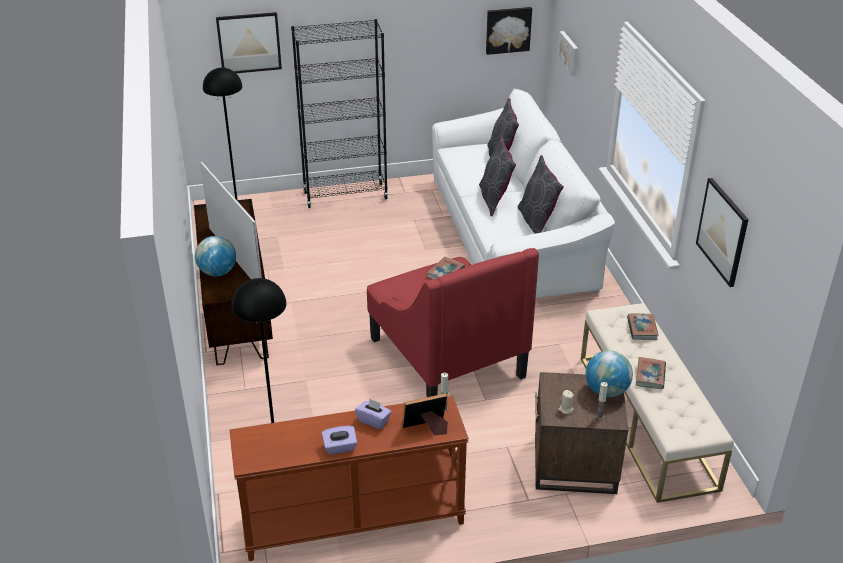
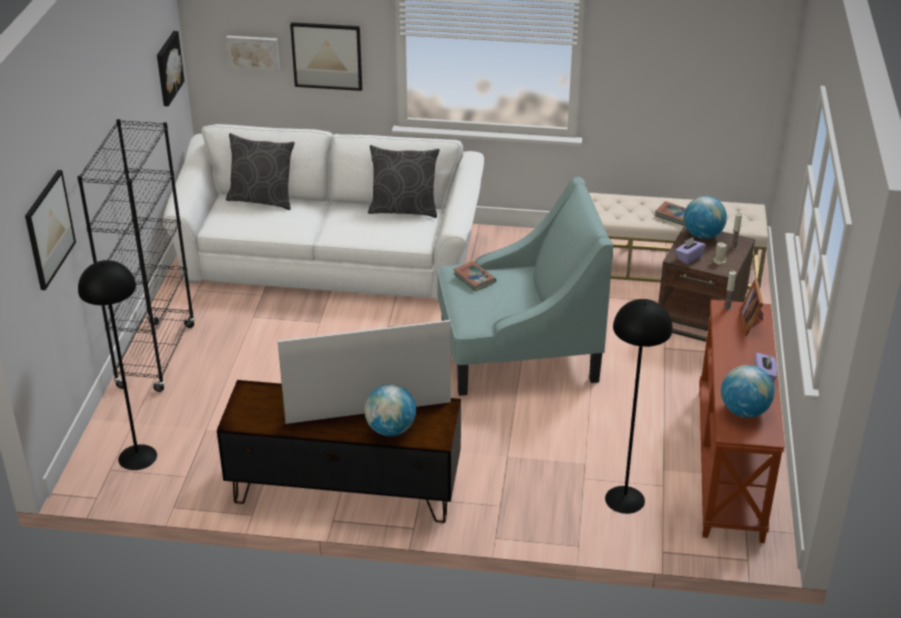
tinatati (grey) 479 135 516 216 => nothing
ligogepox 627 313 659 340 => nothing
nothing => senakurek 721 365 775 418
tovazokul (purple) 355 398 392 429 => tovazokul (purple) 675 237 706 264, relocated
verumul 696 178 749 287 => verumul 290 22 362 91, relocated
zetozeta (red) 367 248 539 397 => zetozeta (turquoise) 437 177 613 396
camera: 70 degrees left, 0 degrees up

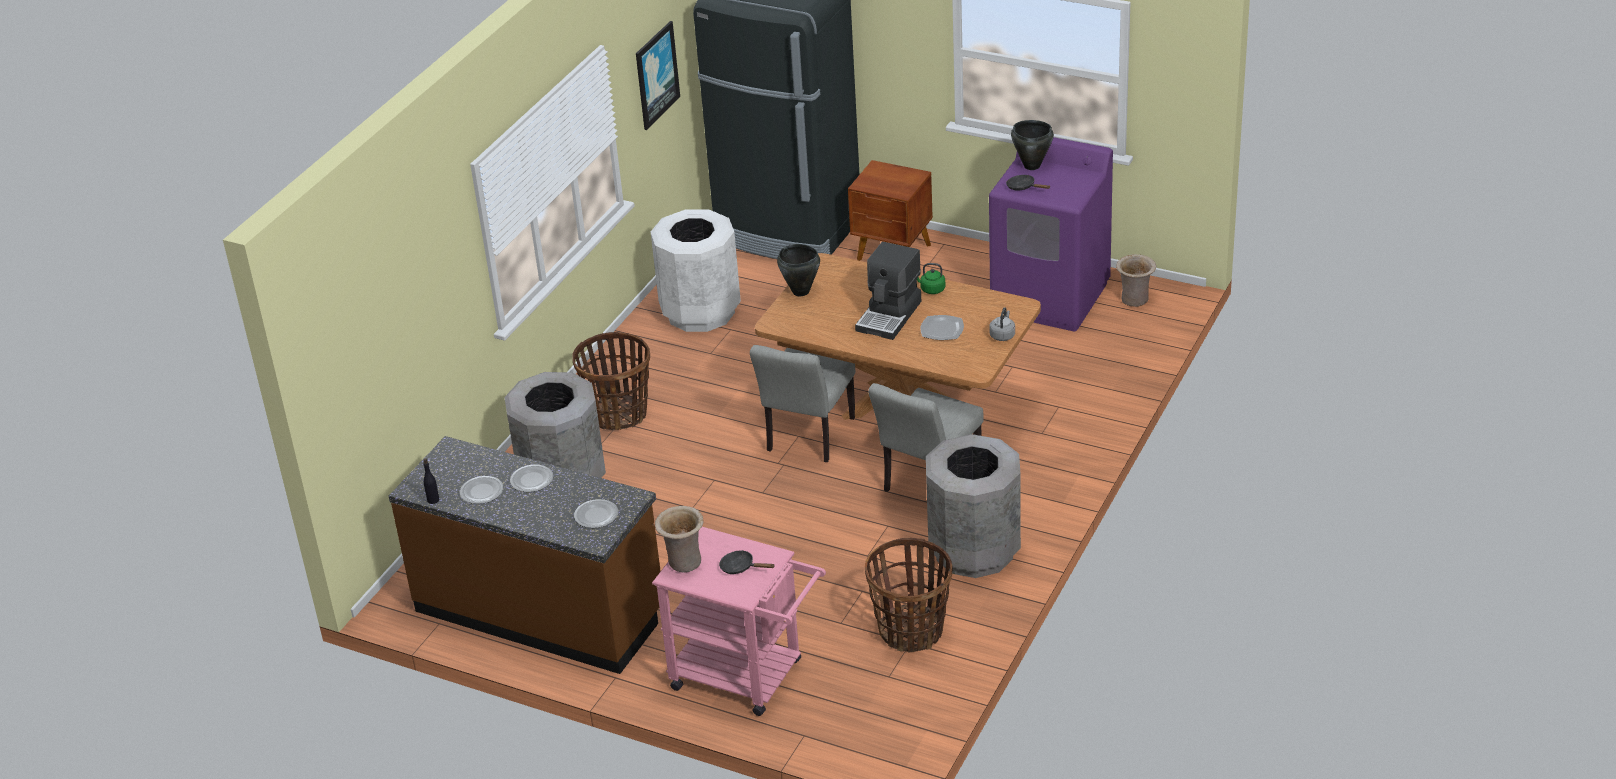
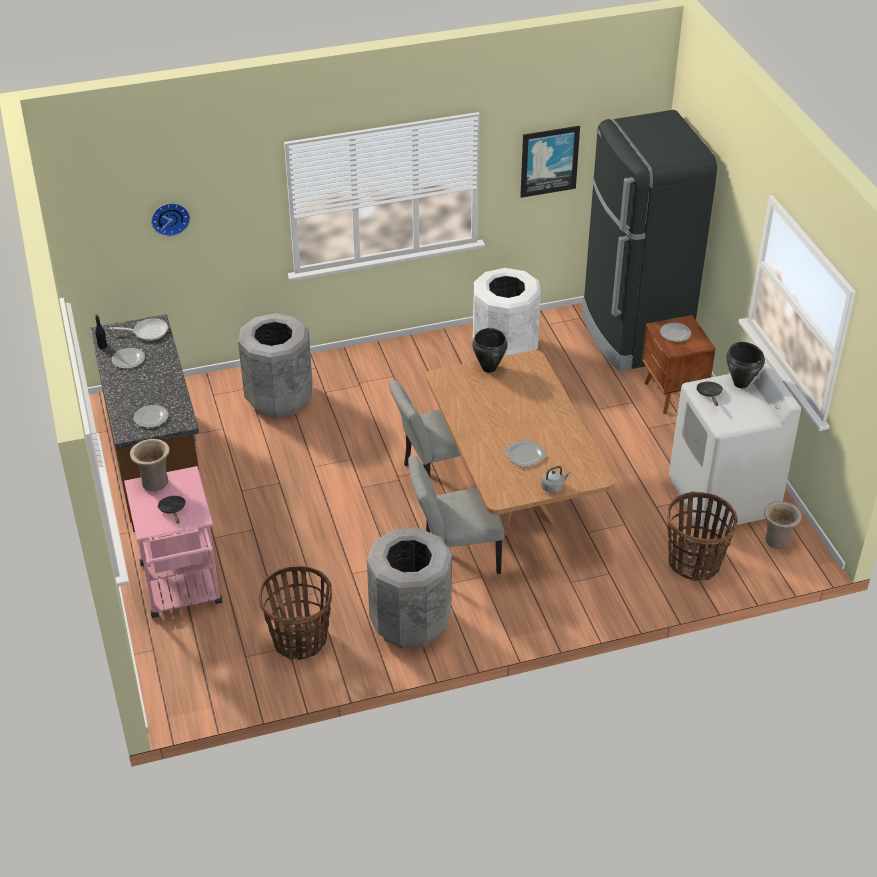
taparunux 855 242 921 340 => nothing
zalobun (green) 917 263 945 294 => nothing
nothing => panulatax 110 318 168 341
nothing => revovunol 151 203 190 237
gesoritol 510 464 553 492 => gesoritol 660 323 691 342, relocated
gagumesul 572 332 650 430 => gagumesul 667 491 738 582, relocated
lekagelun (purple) 989 137 1113 331 => lekagelun (white) 669 359 801 532
camera: 45 degrees right, 5 degrees up

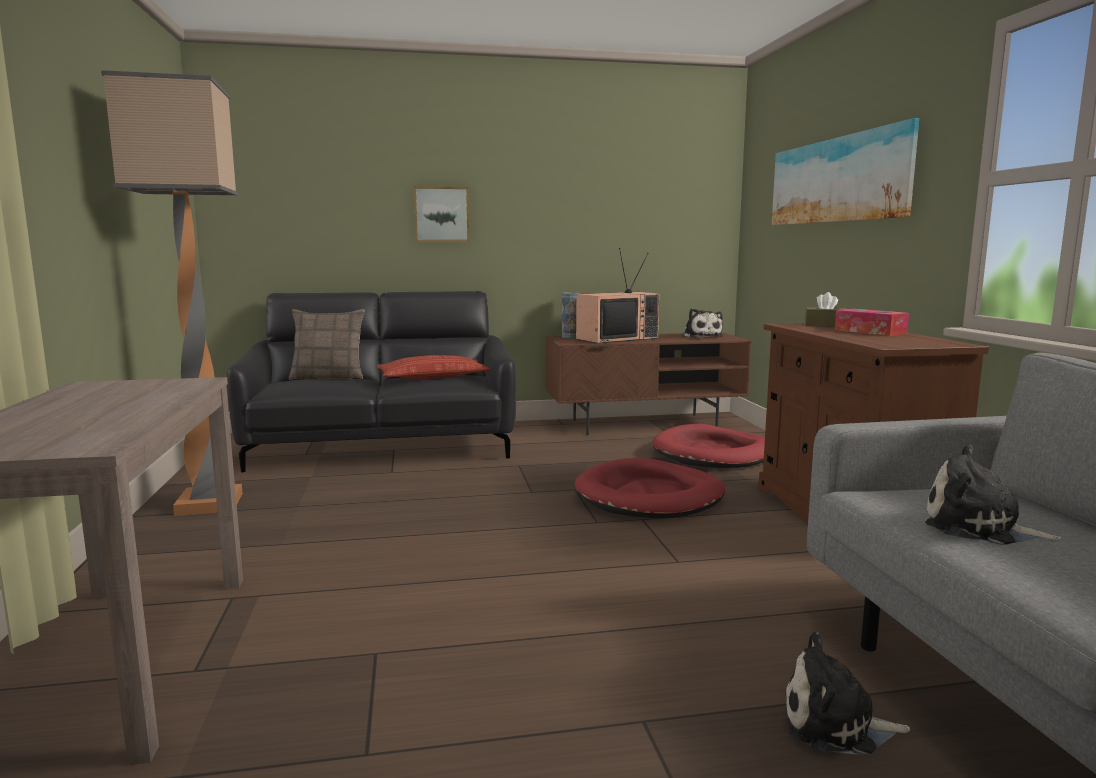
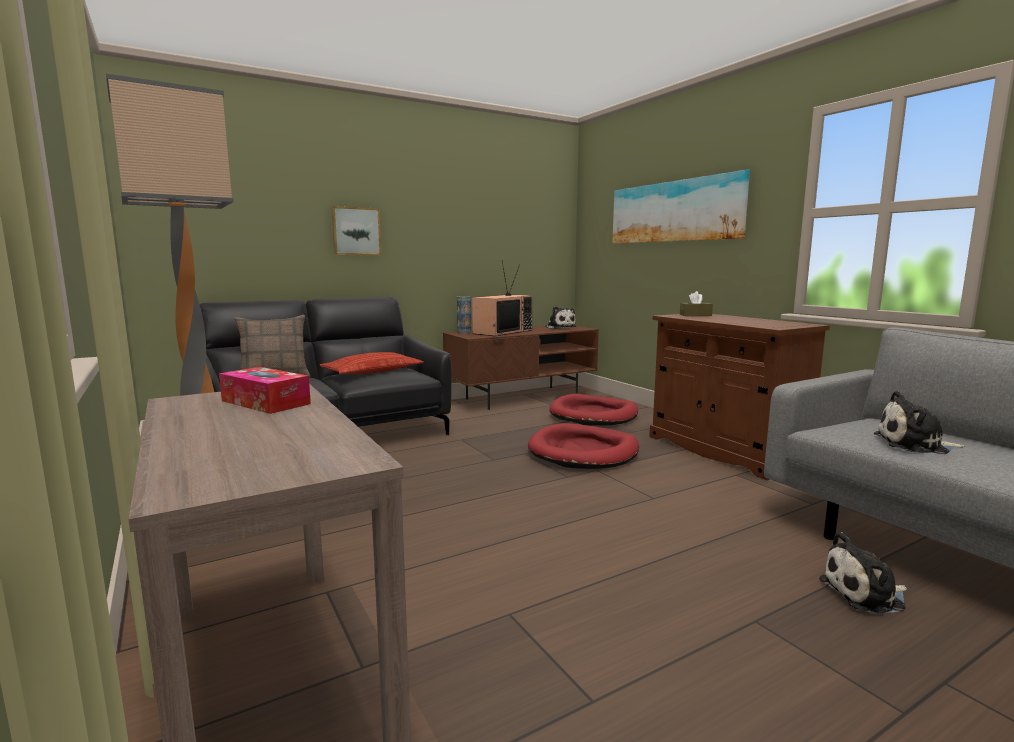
tovazokul 835 309 909 336 => tovazokul 219 367 311 414, relocated
camera: 20 degrees left, 0 degrees up

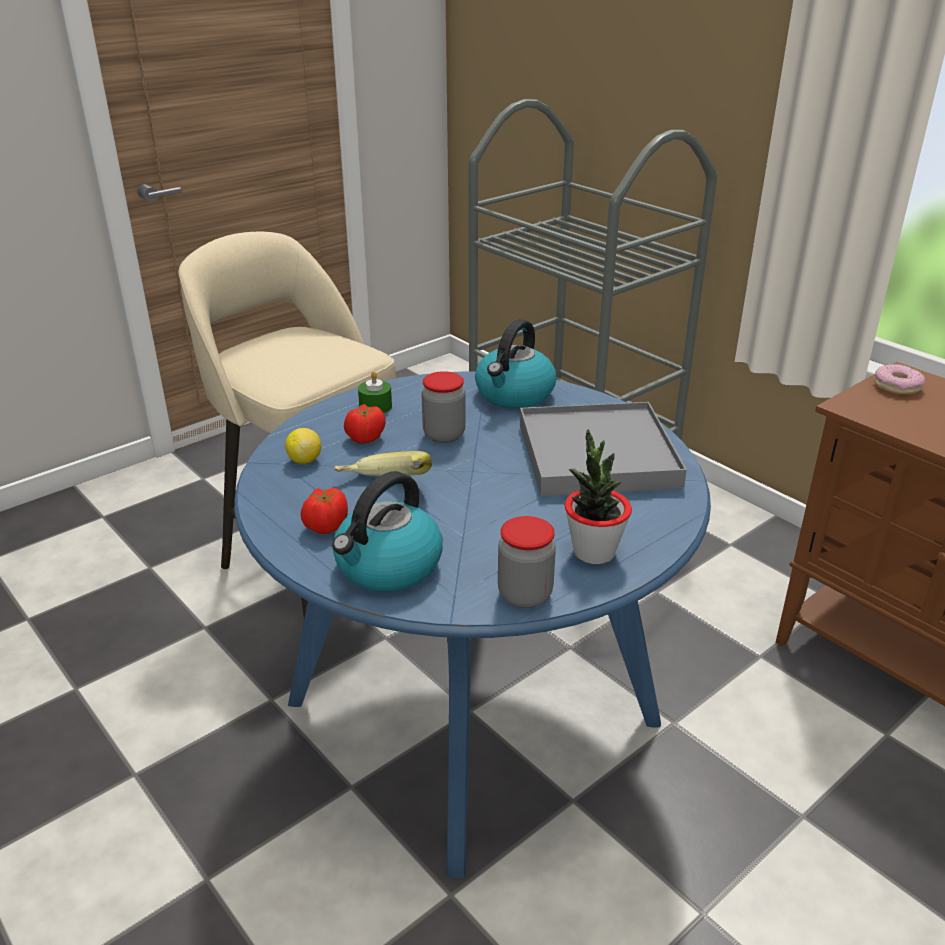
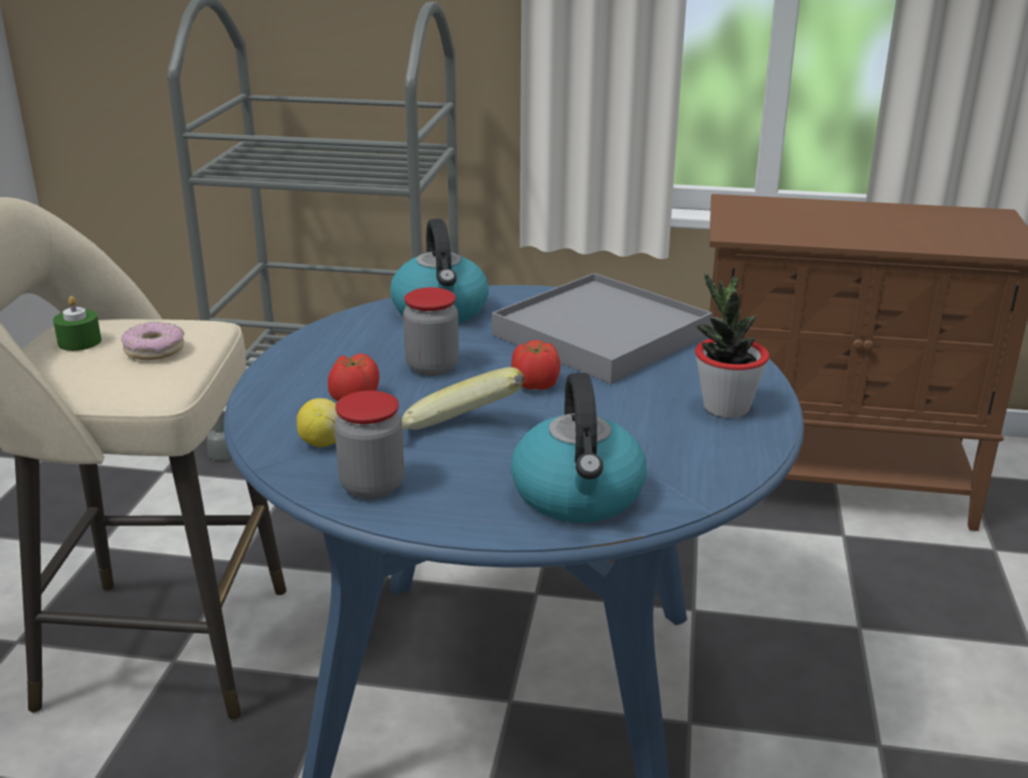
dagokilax 301 488 348 534 => dagokilax 511 340 561 390, relocated
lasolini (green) 358 371 392 413 => lasolini (green) 53 296 101 351, relocated
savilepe 498 516 556 608 => savilepe 335 390 404 499, relocated
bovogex 874 364 925 395 => bovogex 121 322 184 360, relocated
camera: 40 degrees left, 5 degrees down

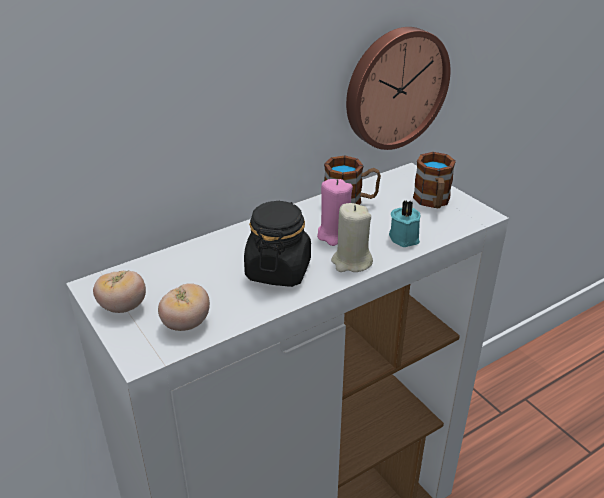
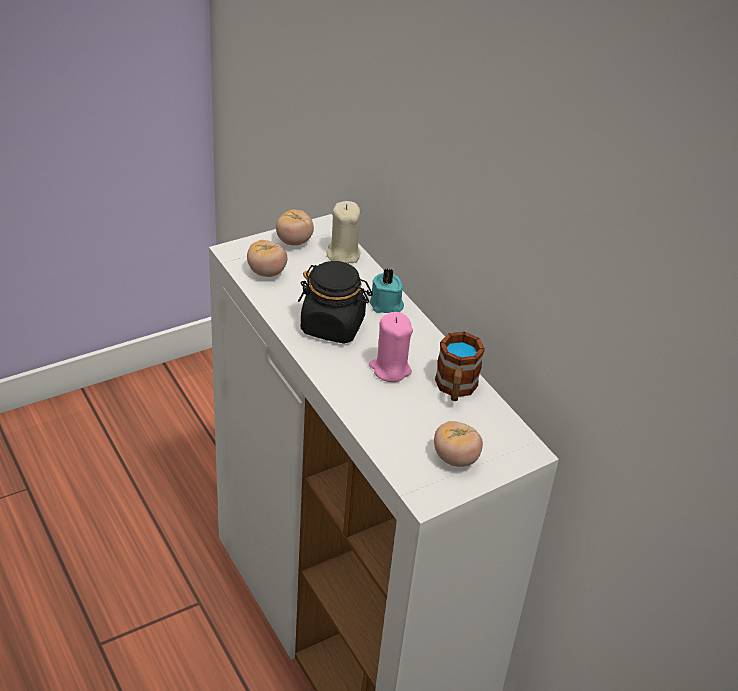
revovunol 346 27 450 150 => nothing
lasolini (beige) 331 203 373 272 => lasolini (beige) 326 201 360 263, relocated
lasolini (turquoise) 389 200 421 247 => lasolini (turquoise) 370 268 404 313, relocated
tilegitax 413 152 456 208 => dagokilax 434 421 483 467
camera: 90 degrees right, 5 degrees up

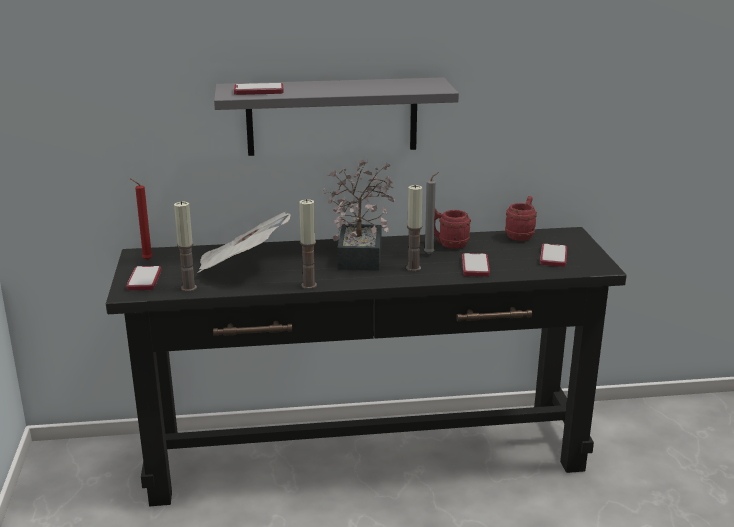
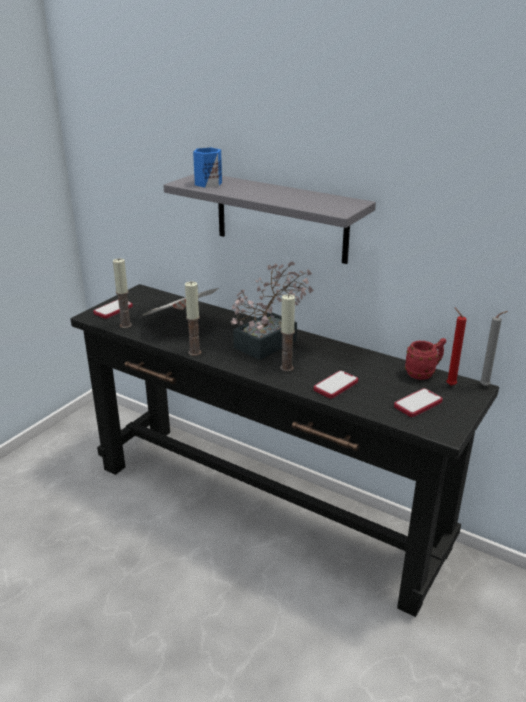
tilegitax (red) 434 208 471 249 => nothing
lasolini (red) 130 178 153 260 => lasolini (red) 446 308 467 386, relocated
lasolini (grey) 424 172 439 254 => lasolini (grey) 480 311 508 386, relocated
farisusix 234 83 284 95 => tilegitax (blue) 193 148 222 188
camera: 40 degrees right, 5 degrees up

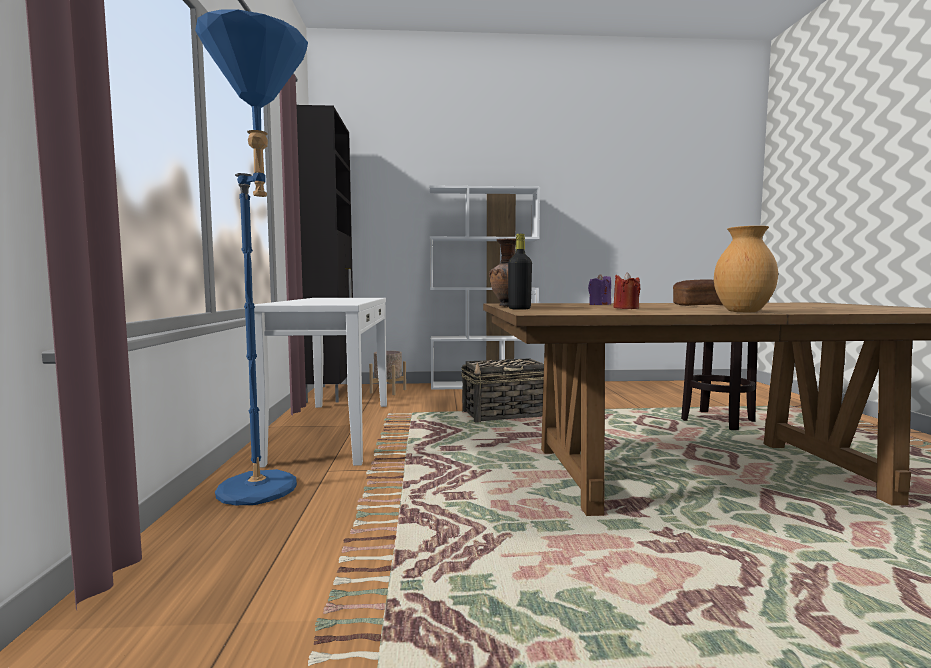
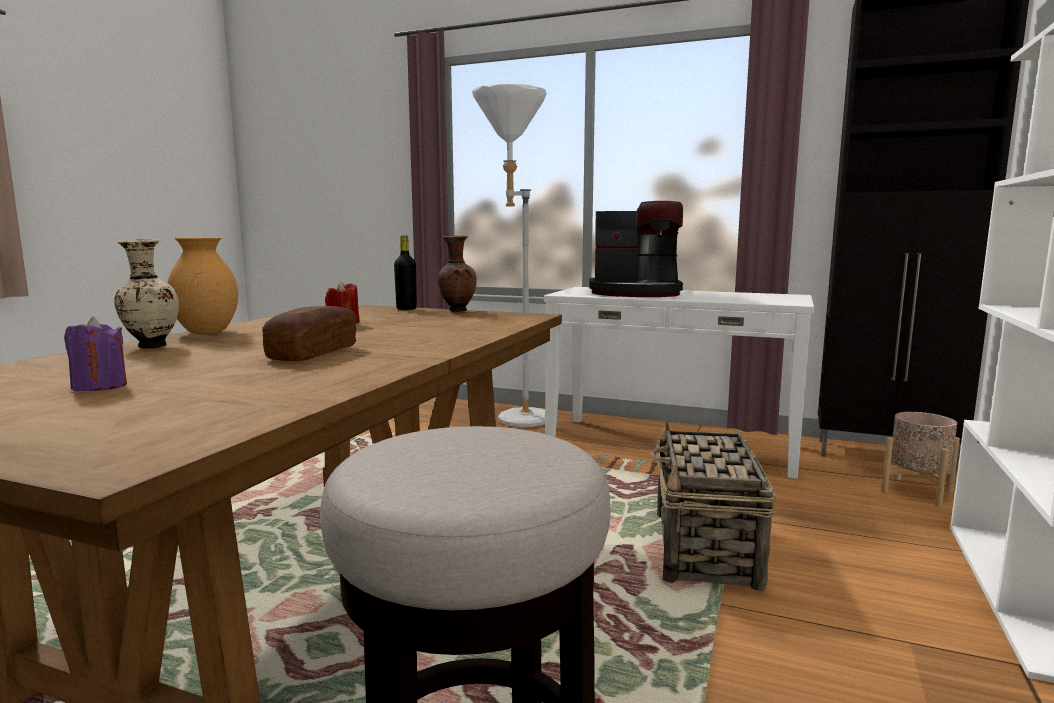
nothing => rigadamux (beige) 114 239 179 349
nothing => taparunux 589 201 683 297
lasolini (purple) 588 274 611 305 => lasolini (purple) 64 317 127 391, relocated
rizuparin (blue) 195 10 308 505 => rizuparin (white) 472 84 547 427
camera: 115 degrees right, 5 degrees up

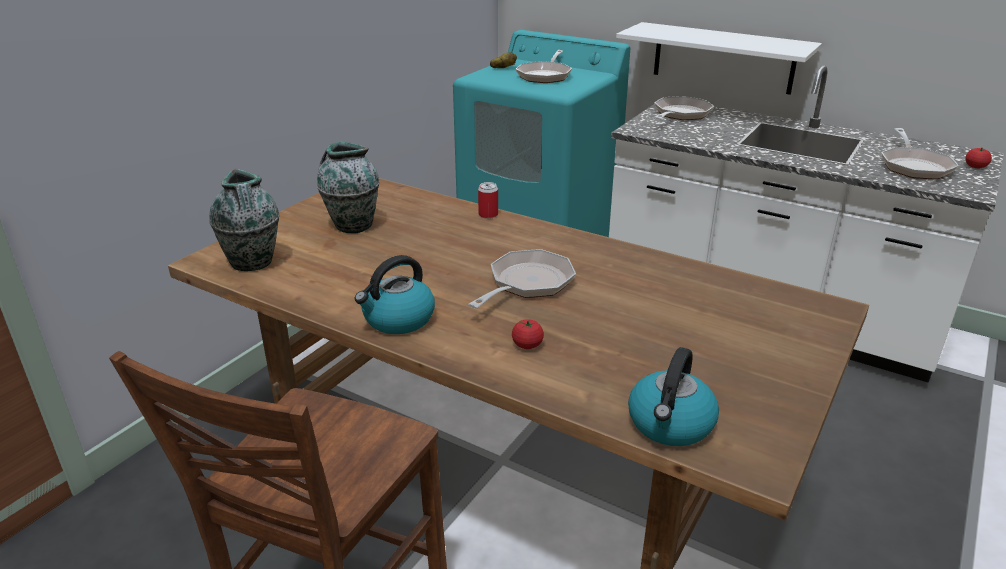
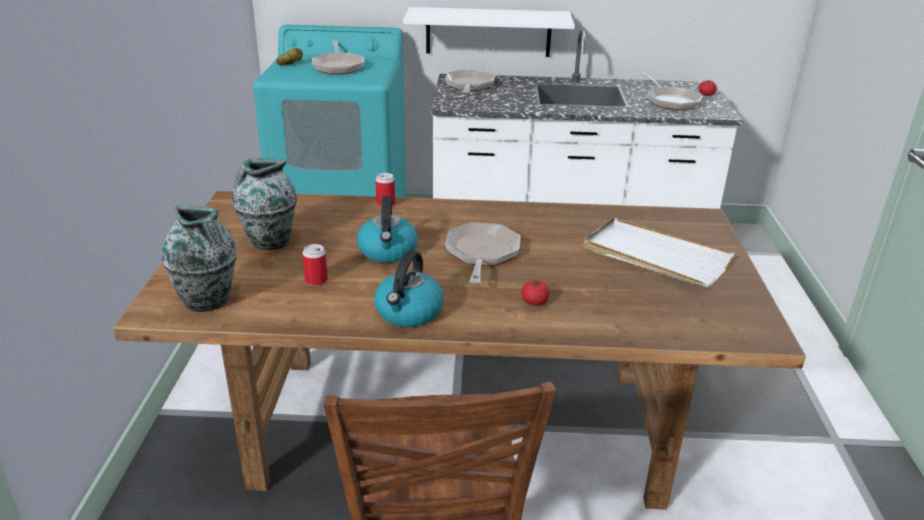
nothing => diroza 302 244 328 286
nothing => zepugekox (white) 584 218 735 288
zalobun 628 347 719 446 => zalobun 357 196 418 263, relocated
camera: 30 degrees left, 0 degrees up

